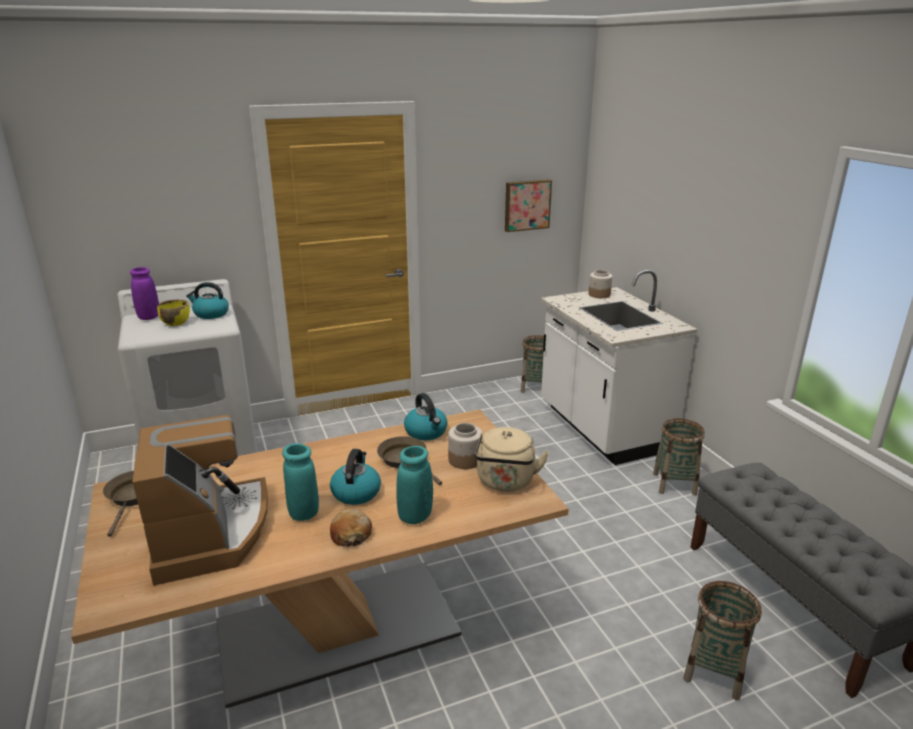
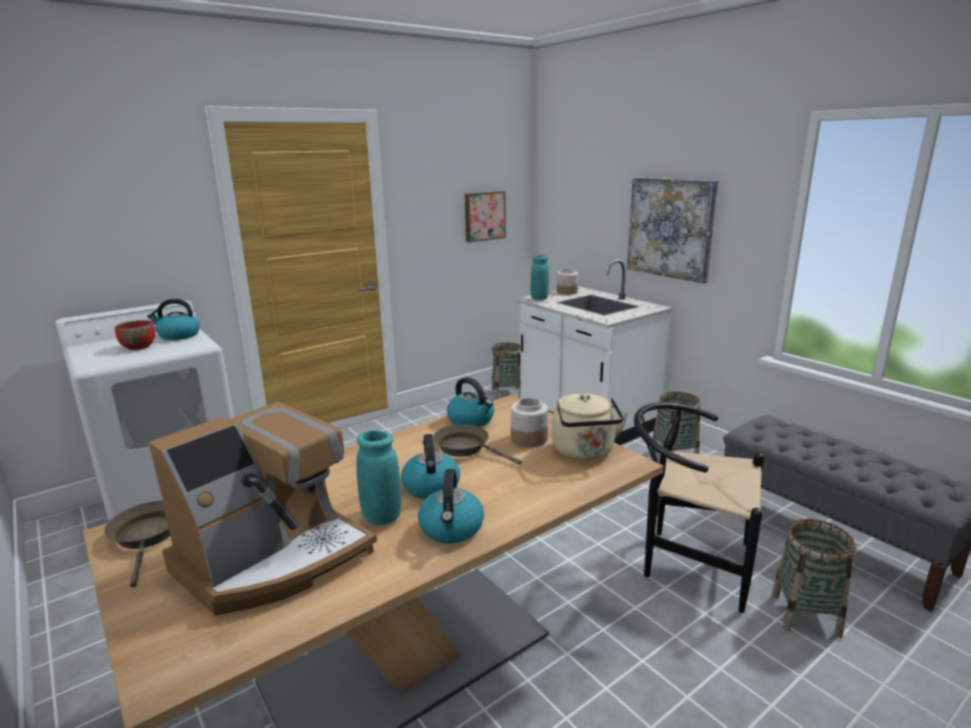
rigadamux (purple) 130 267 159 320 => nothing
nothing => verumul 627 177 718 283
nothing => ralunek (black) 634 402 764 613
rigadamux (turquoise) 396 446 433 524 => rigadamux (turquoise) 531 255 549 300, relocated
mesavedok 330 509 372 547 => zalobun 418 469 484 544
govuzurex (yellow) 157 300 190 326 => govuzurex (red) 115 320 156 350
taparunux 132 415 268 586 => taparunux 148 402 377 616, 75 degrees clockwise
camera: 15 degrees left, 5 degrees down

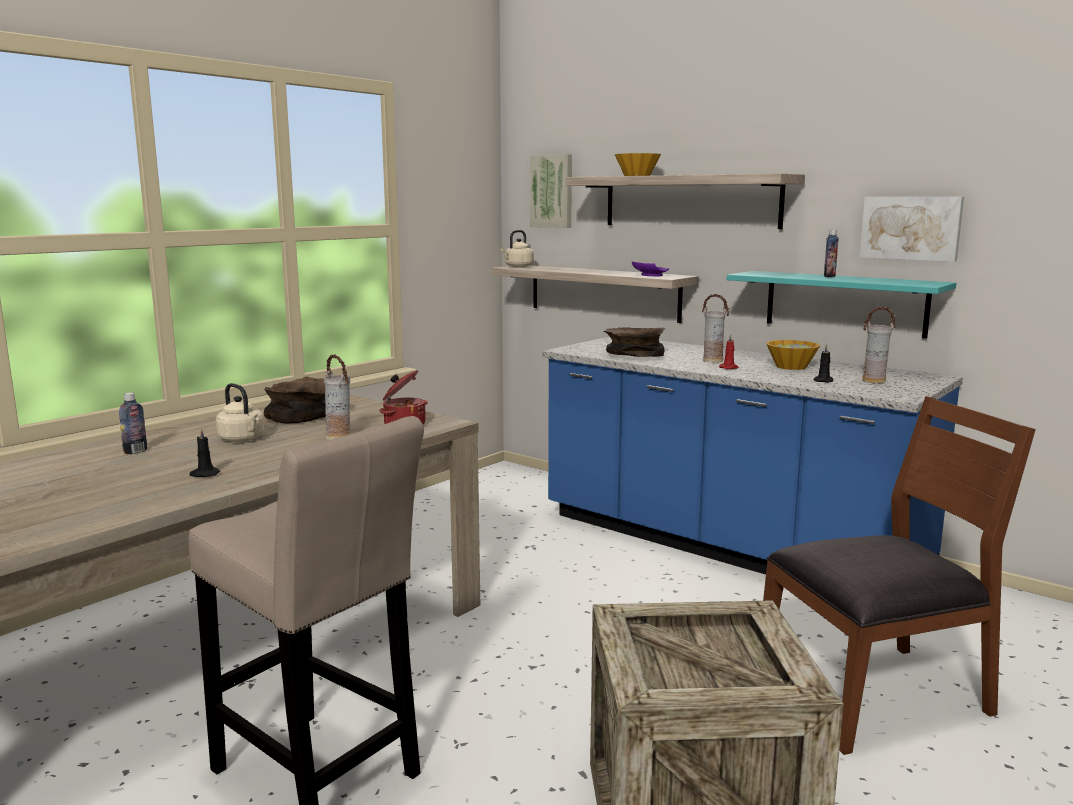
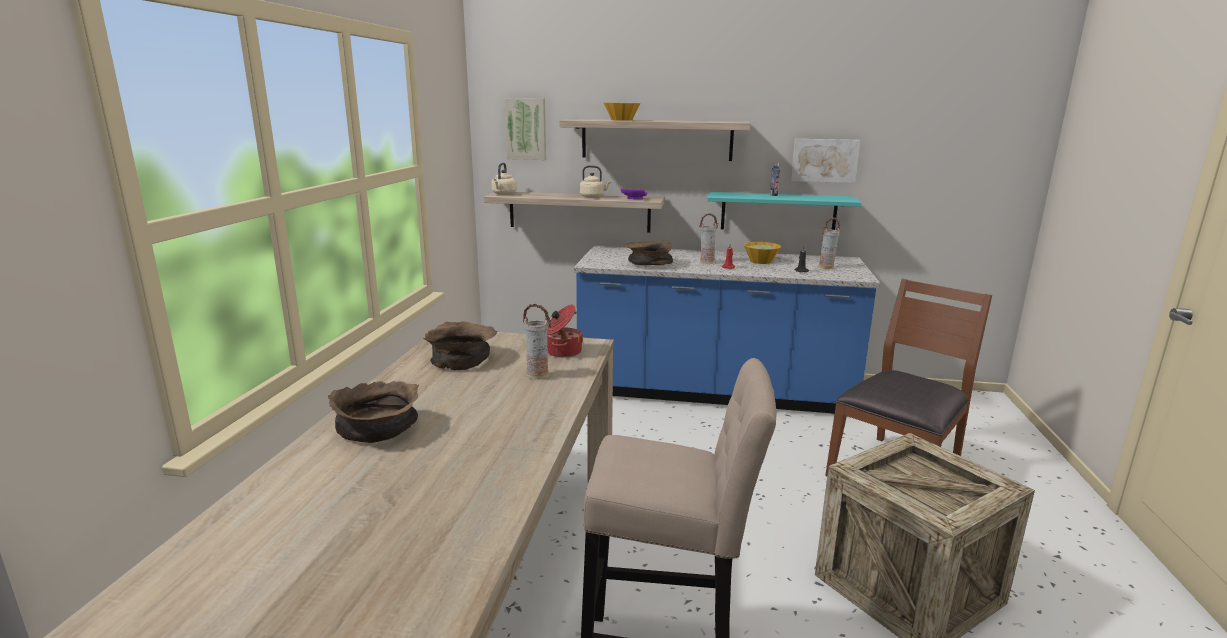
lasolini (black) 189 428 220 477 => nothing
zalobun (beige) 216 383 265 442 => zalobun (beige) 580 165 611 198, relocated
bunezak 119 393 147 454 => govuzurex (brown) 328 381 419 443
camera: 30 degrees left, 5 degrees up

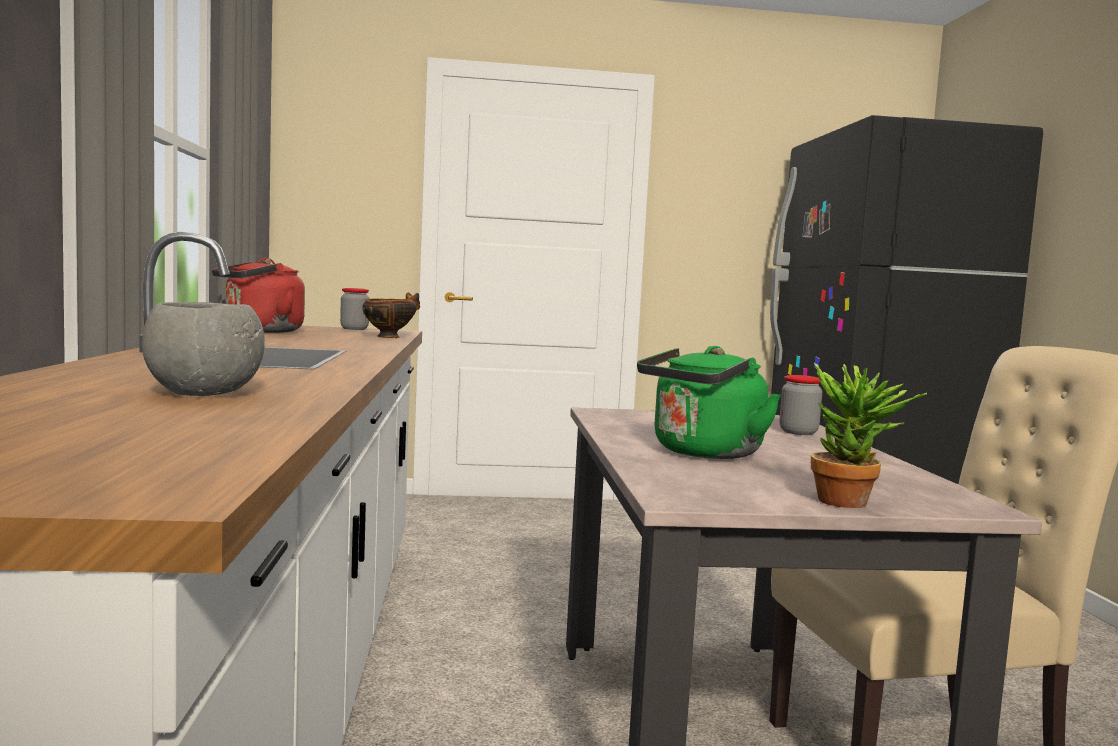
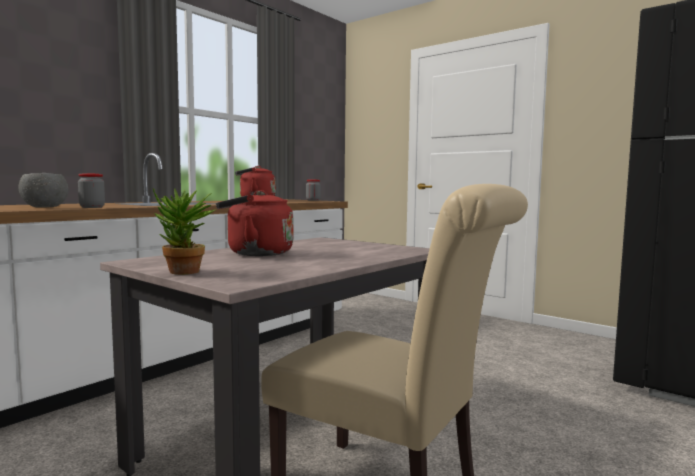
govuzurex 362 293 420 338 => nothing
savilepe 780 375 822 435 => savilepe 78 173 105 208, relocated
zalobun (green) 637 346 781 459 => zalobun (red) 216 190 293 256
camera: 45 degrees right, 0 degrees up

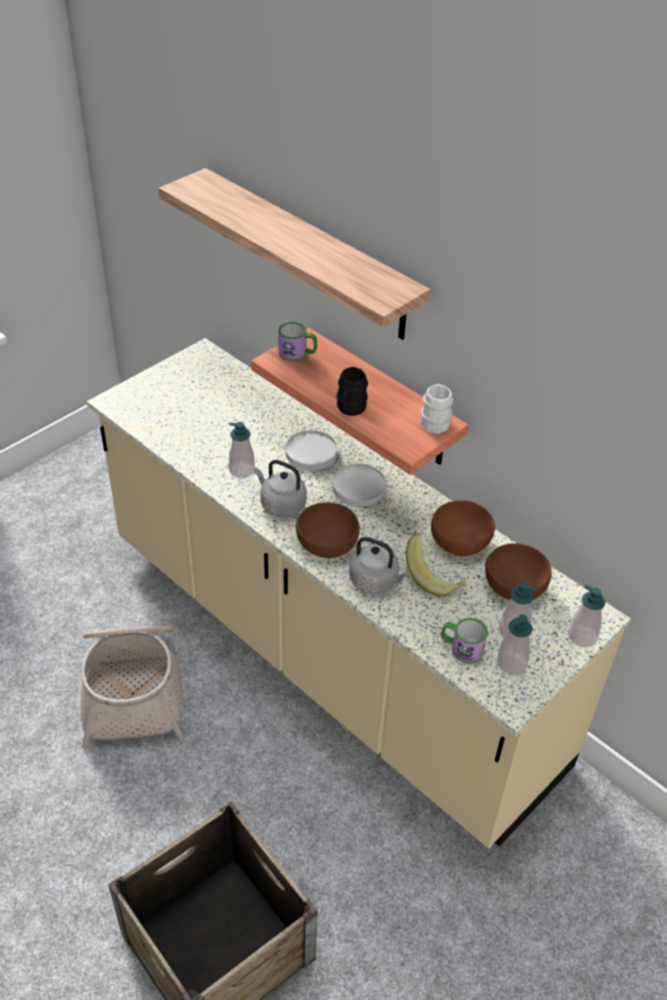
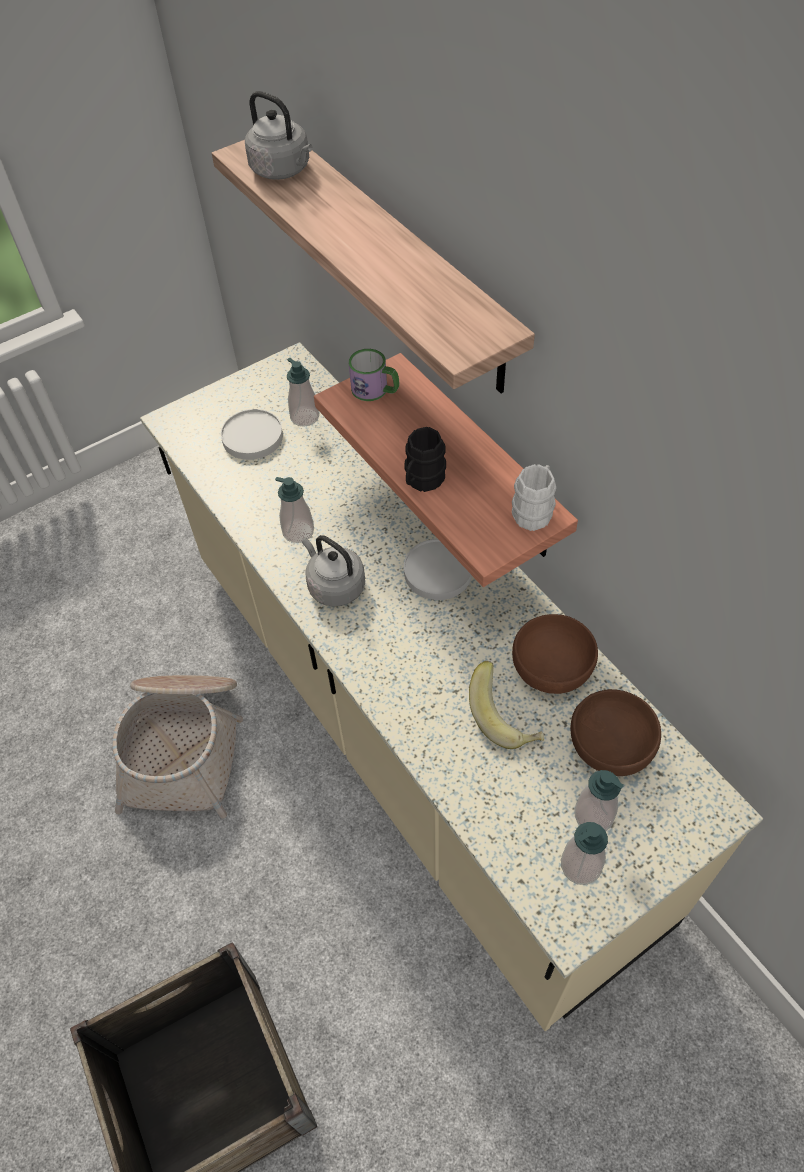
govuzurex (brown) 296 502 360 558 => nothing
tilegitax 441 618 488 663 => nothing
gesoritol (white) 285 430 337 471 => gesoritol (white) 221 409 283 460, relocated
zalobun (grey) 349 537 410 594 => zalobun (grey) 245 91 312 180, relocated
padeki 568 585 605 647 => padeki 287 358 319 427, relocated
camera: 15 degrees right, 10 degrees up

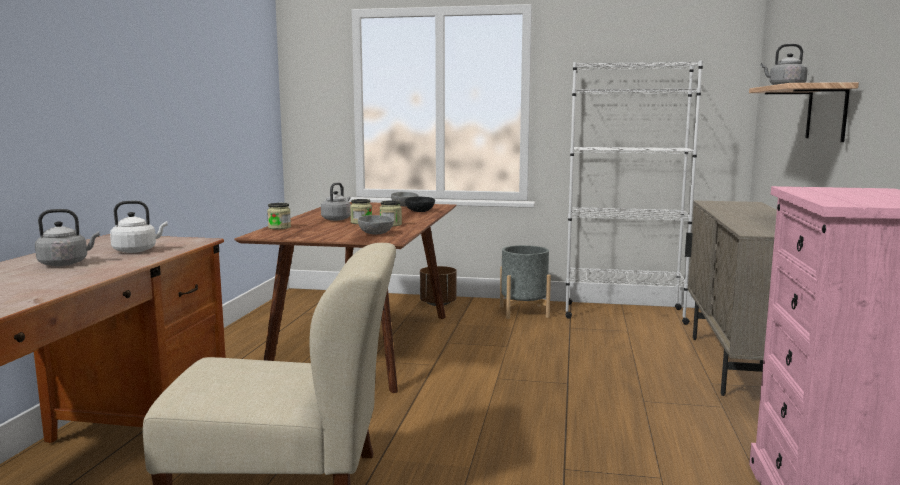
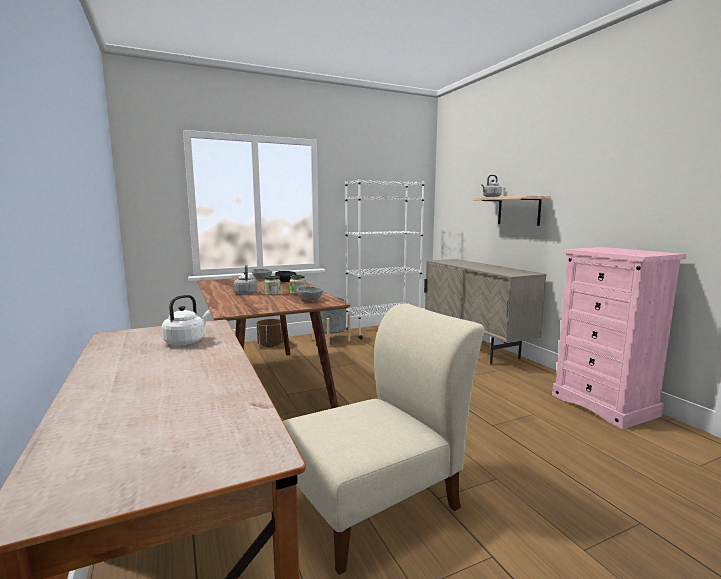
zalobun (grey) 35 209 100 266 => nothing
savilepe 267 203 291 229 => nothing
camera: 35 degrees left, 0 degrees up

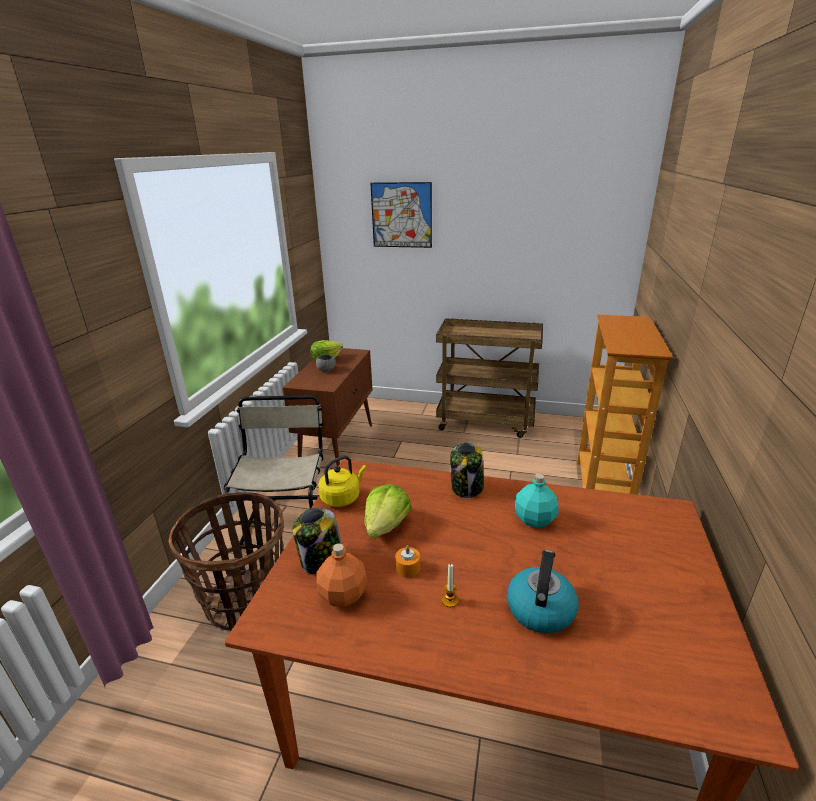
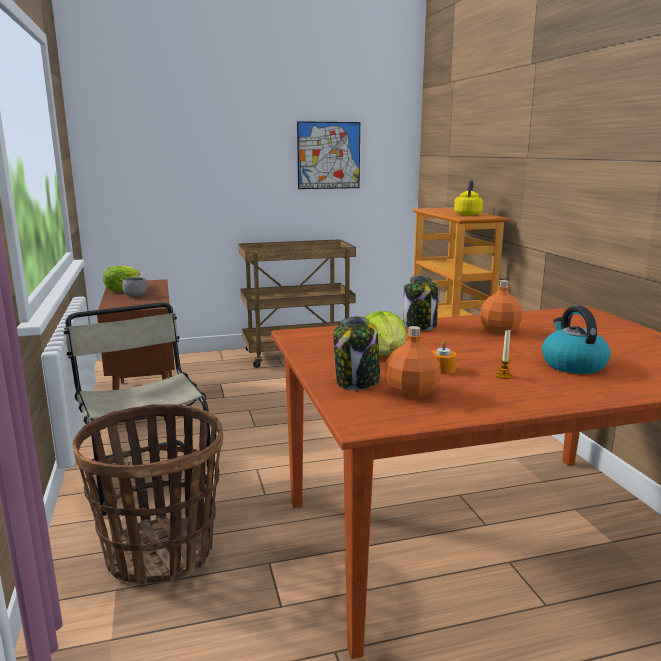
zalobun (yellow) 318 456 366 507 => zalobun (yellow) 454 179 483 215, relocated
verumul 370 182 432 248 => verumul 297 121 360 189, relocated
bunezak (turquoise) 515 474 558 528 => bunezak (orange) 480 280 522 334
camera: 30 degrees left, 10 degrees down

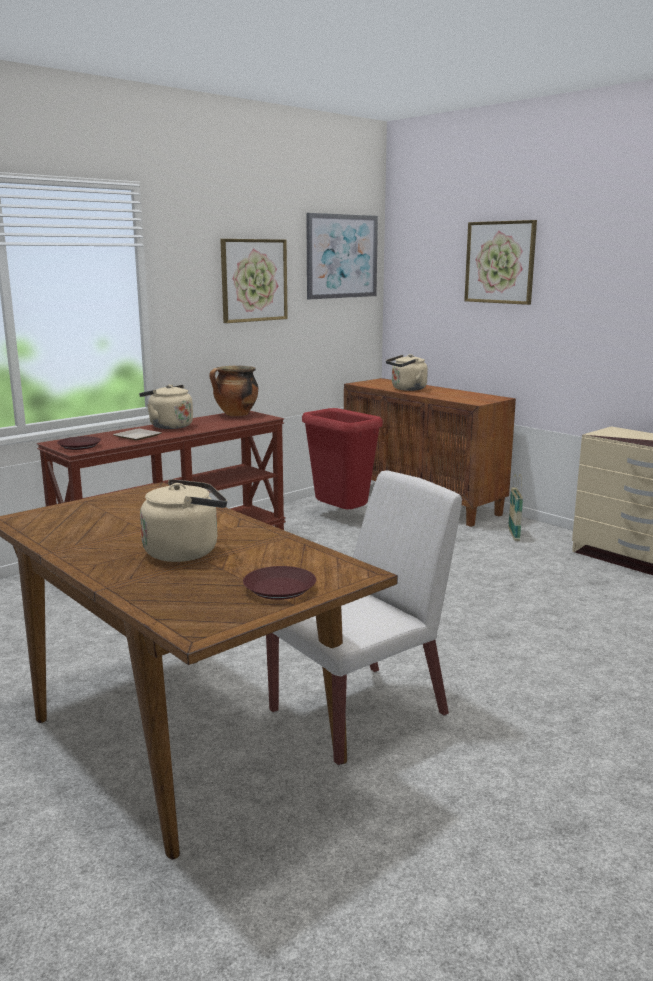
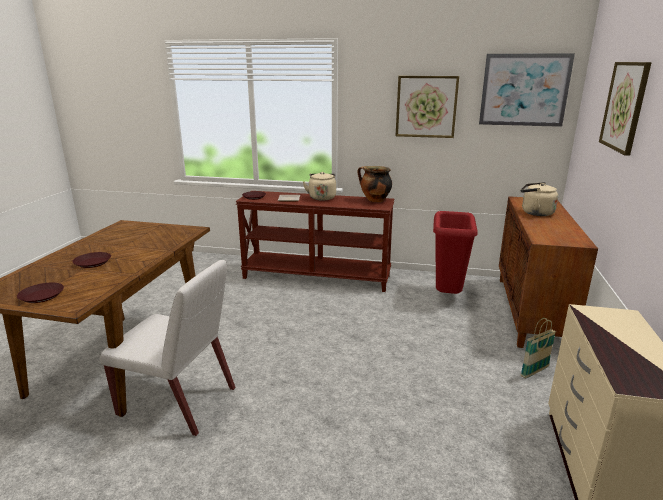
zalobun (beige) 140 479 227 562 => gesoritol (brown) 72 252 111 268
camera: 55 degrees right, 5 degrees up

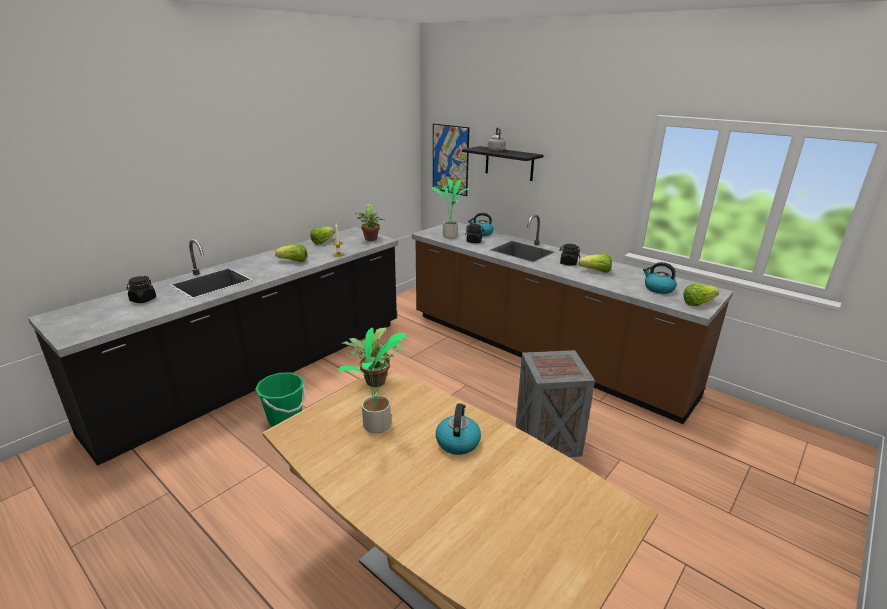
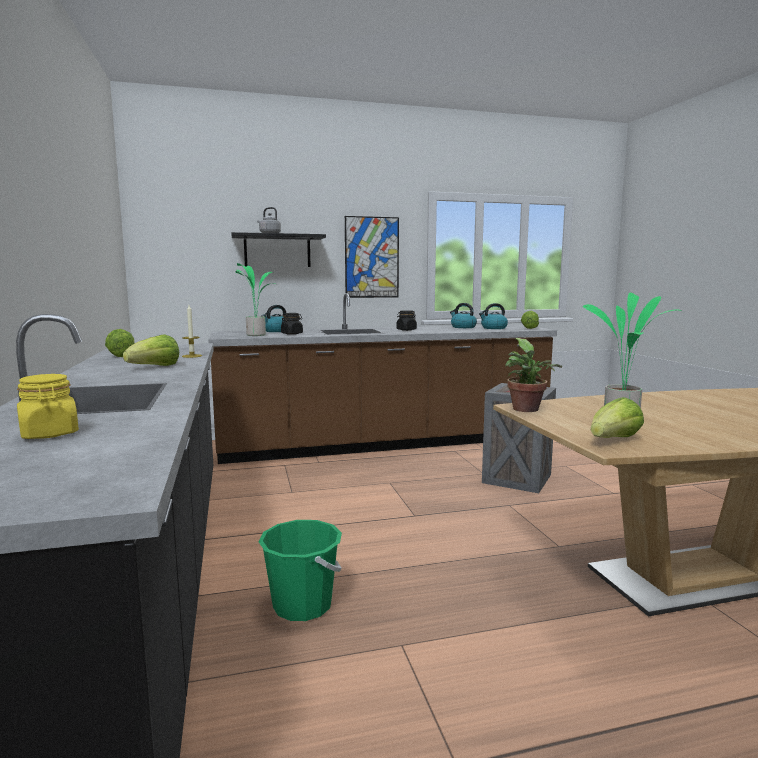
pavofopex 355 204 384 241 => nothing
verumul 433 124 470 196 => verumul 345 216 399 298, relocated
zalobun 436 403 481 455 => zalobun 450 303 477 328, relocated
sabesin 579 254 612 273 => sabesin 590 397 644 438, relocated
savilepe (black) 126 276 156 303 => savilepe (yellow) 17 374 79 439
camera: 55 degrees left, 15 degrees down

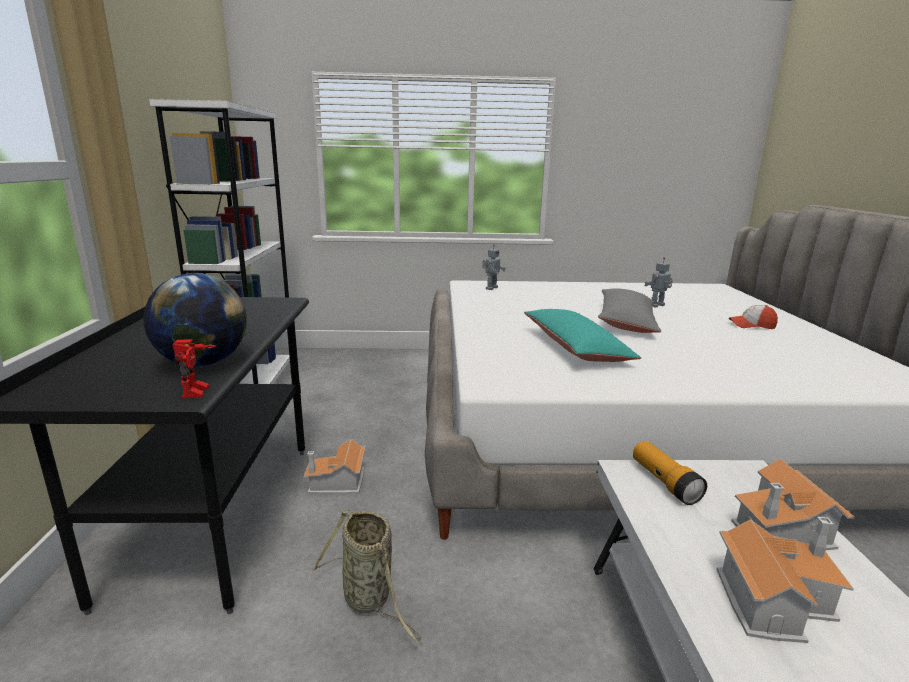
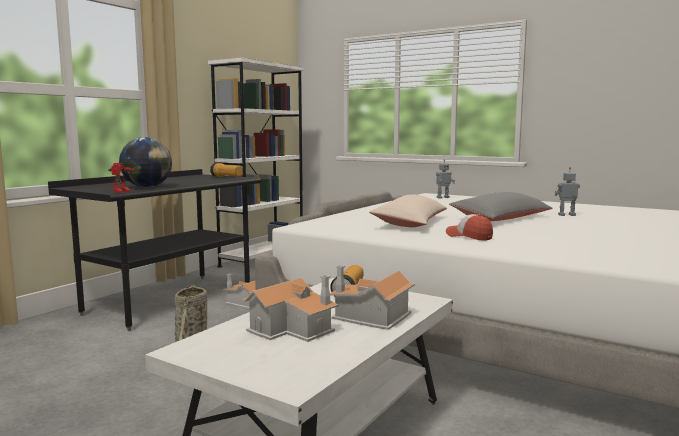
nothing => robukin 210 163 243 177
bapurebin 729 305 778 329 => bapurebin 446 214 493 241, relocated
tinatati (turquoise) 524 309 641 362 => tinatati (beige) 369 194 447 227
camera: 35 degrees right, 10 degrees down

